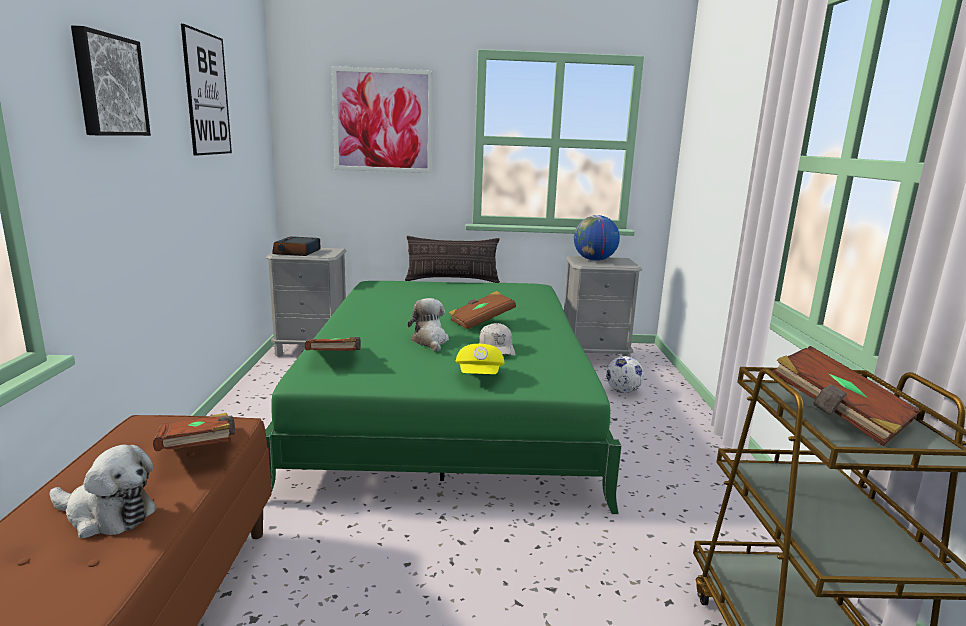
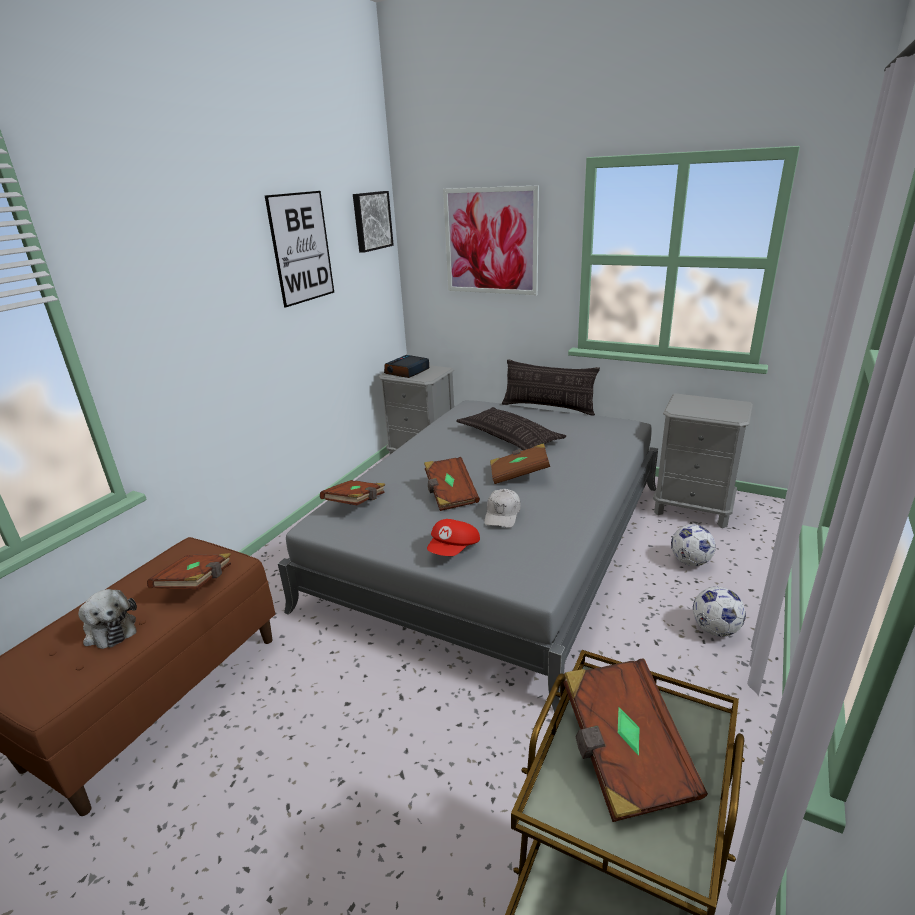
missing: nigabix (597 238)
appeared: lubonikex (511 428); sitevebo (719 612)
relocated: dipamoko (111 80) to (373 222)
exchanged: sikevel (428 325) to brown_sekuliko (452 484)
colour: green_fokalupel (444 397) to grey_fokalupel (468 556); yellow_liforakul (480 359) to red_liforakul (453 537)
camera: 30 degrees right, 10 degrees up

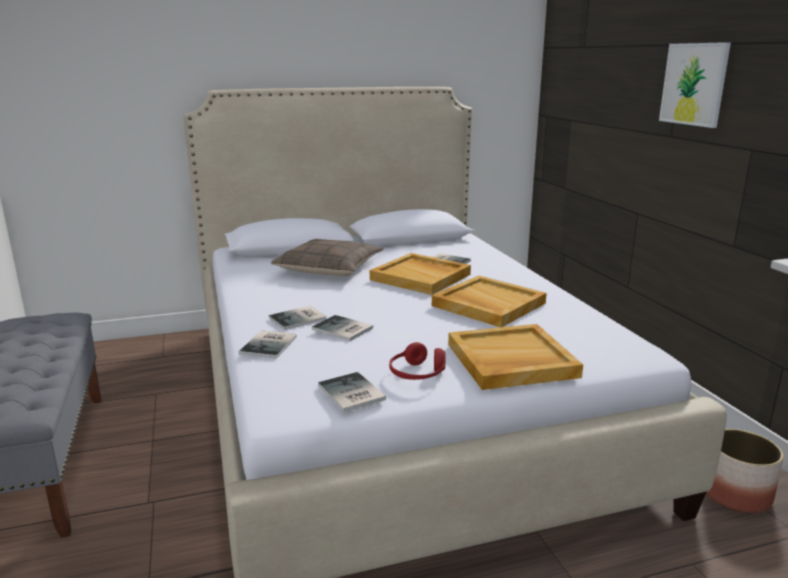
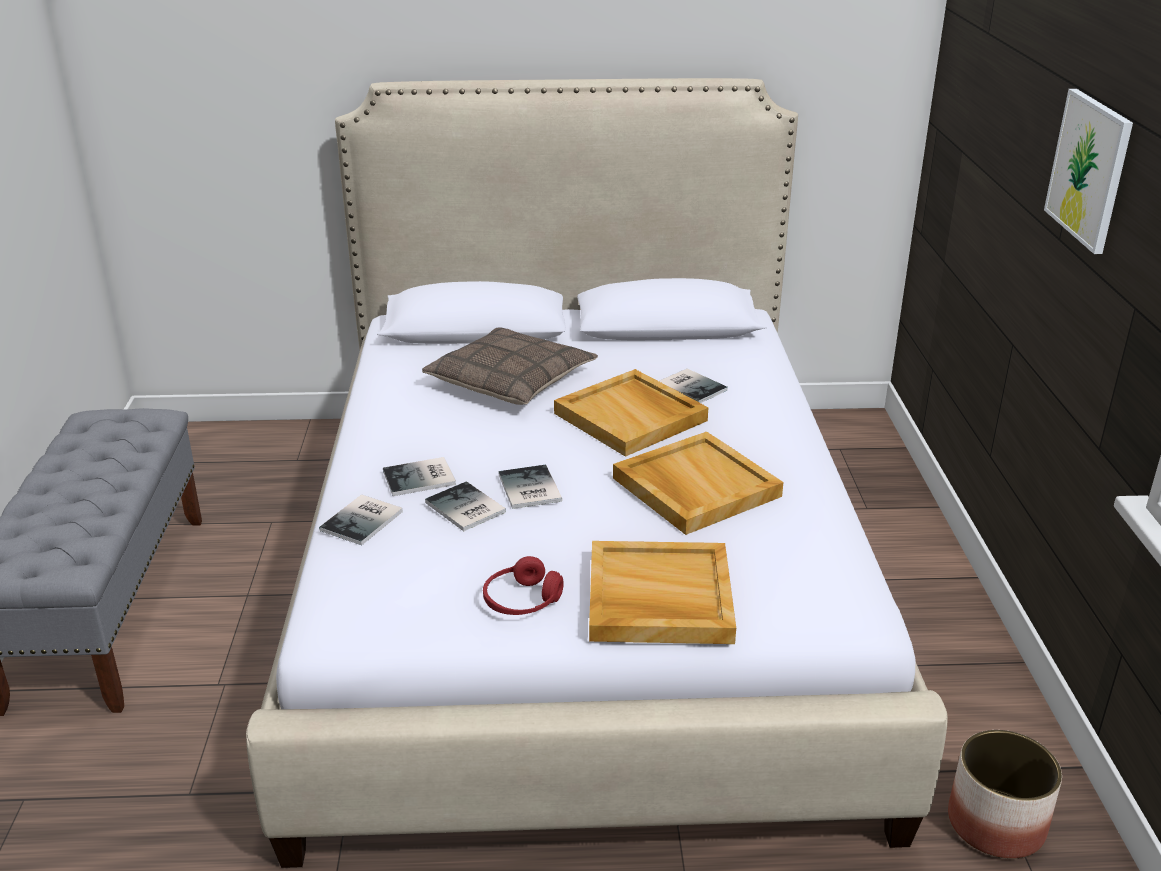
relocated: sekuliko (352 392) to (530 487)
camera: 15 degrees right, 10 degrees up

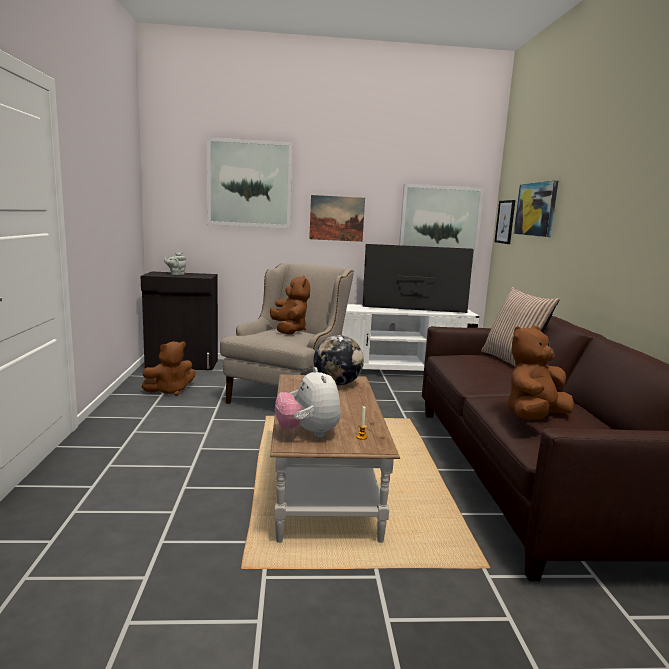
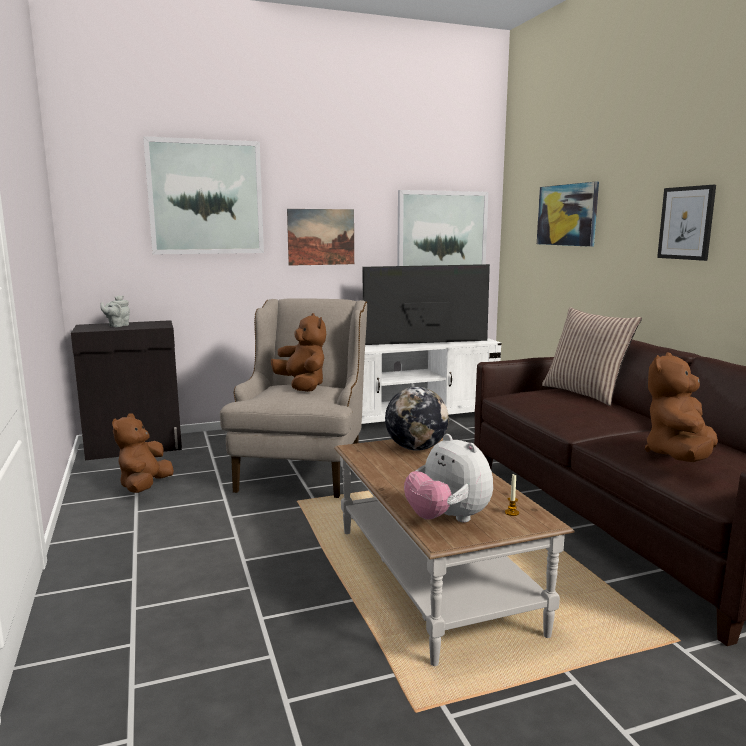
relocated: dipamoko (504 222) to (686 223)
spun: brown_sikevel (168 368) = (143 453) 150 degrees clockwise
camera: 15 degrees left, 0 degrees up

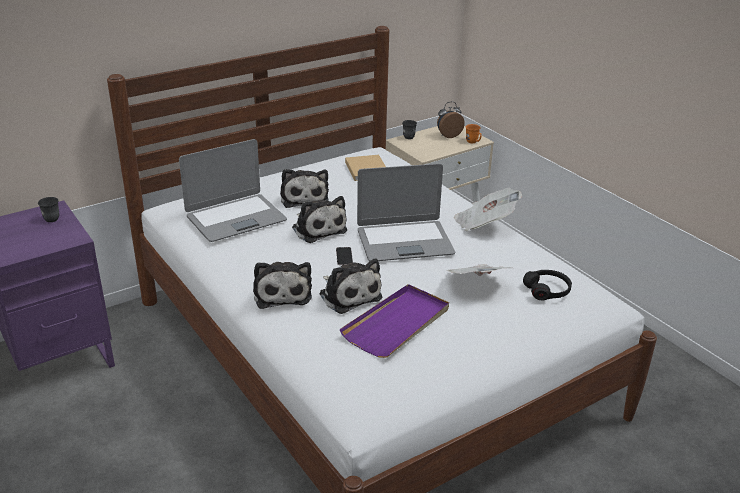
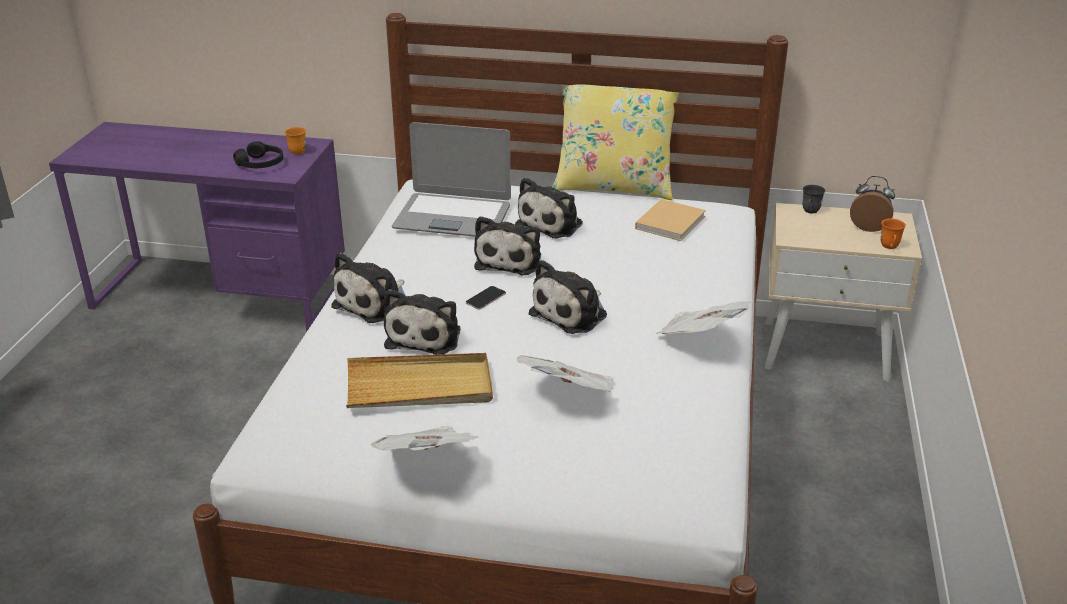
appeared: yellow_lubonikex (615 142); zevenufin (424 438)
relocated: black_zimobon (547 285) to (258 154)
exchanged: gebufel (406 212) to sikevel (568 297)
colour: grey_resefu (48 209) to orange_resefu (295 141); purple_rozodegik (394 321) to beige_rozodegik (419 380)
camera: 45 degrees right, 0 degrees up

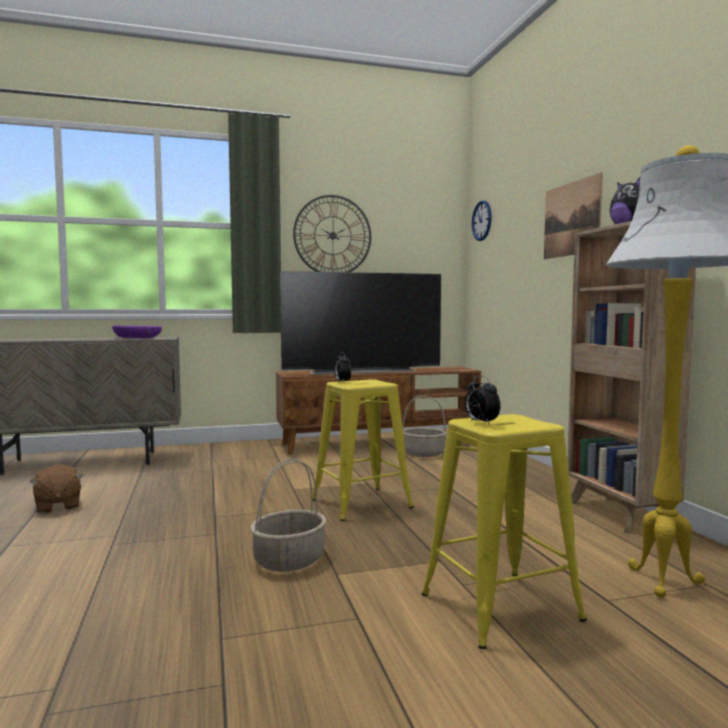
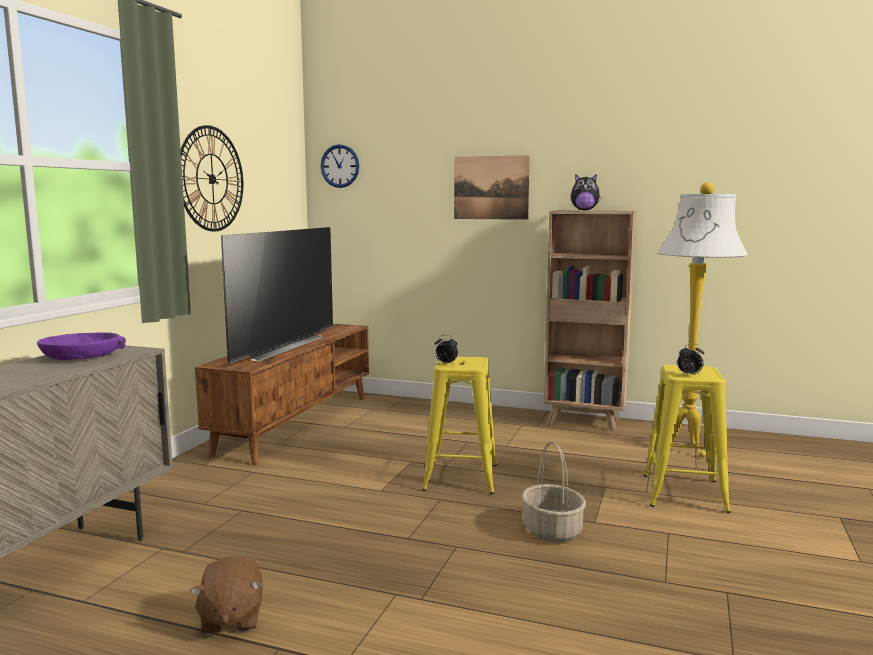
missing: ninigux (425 426)
spun: brown_sikevel (56 489) = (227 595) 75 degrees clockwise
camera: 55 degrees left, 5 degrees up

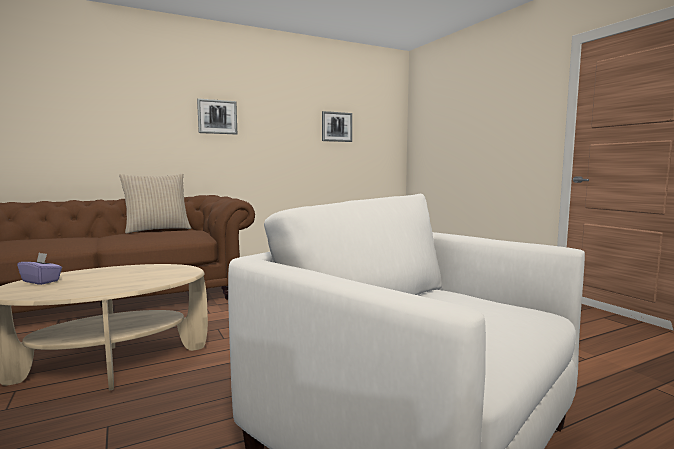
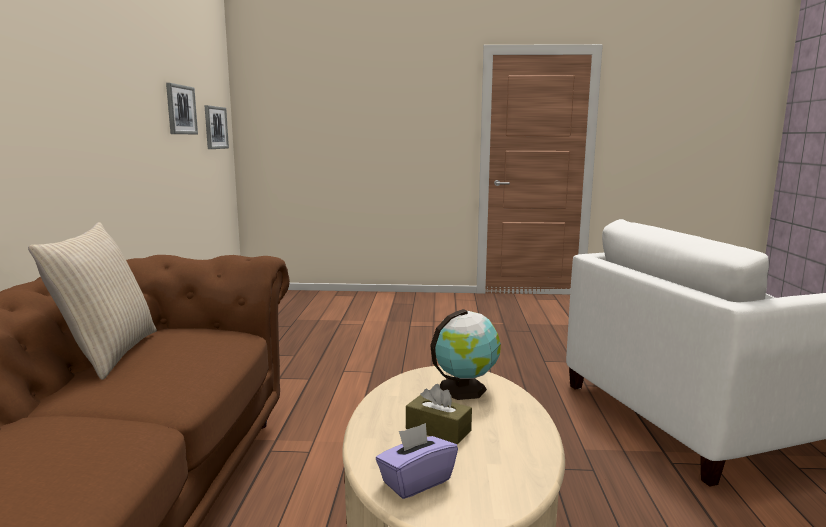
appeared: nigabix (465 354); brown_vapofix (439 414)
relocated: dipamoko (217 116) to (217 127)
camera: 60 degrees left, 5 degrees up

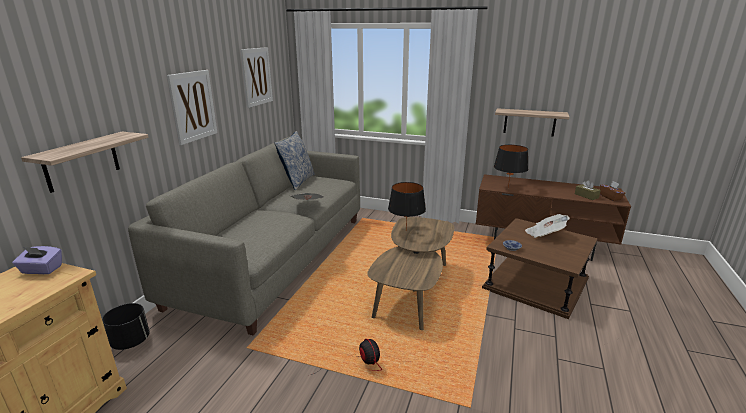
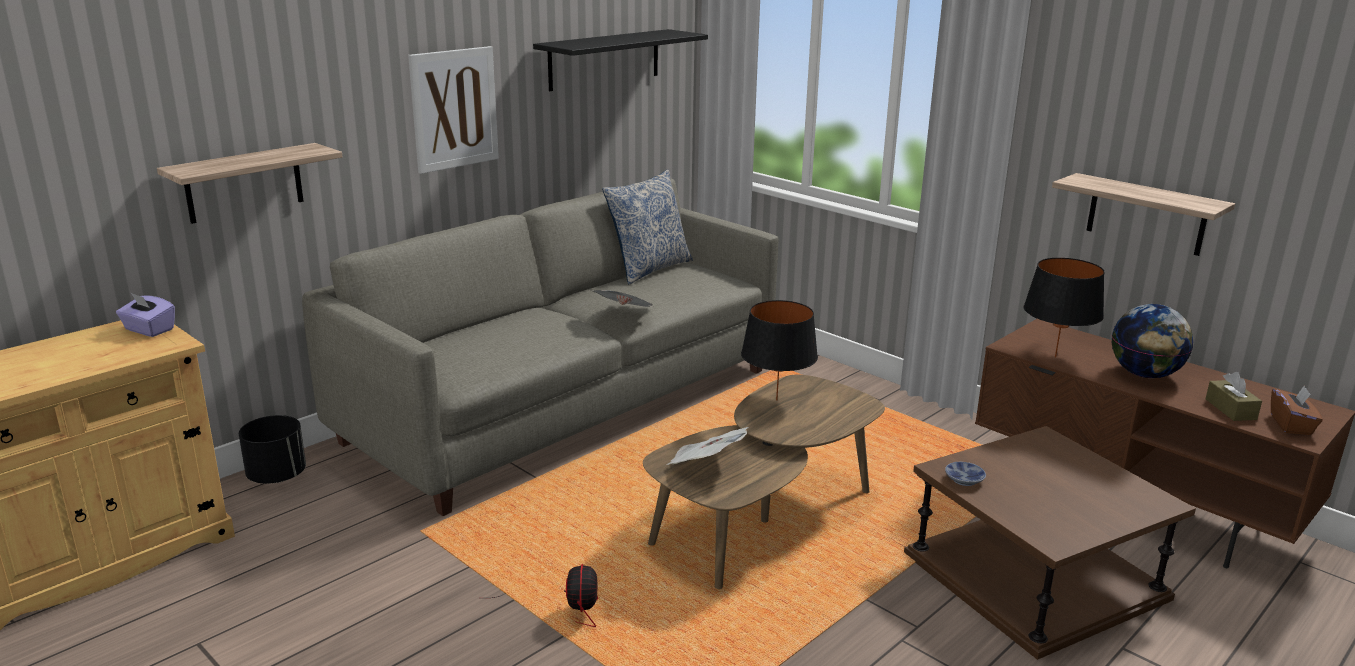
appeared: nigabix (1152 341)
relocated: zevenufin (547 226) to (708 446)
exchanged: dipamoko (256 77) to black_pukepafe (620 60)
camera: 25 degrees right, 0 degrees up

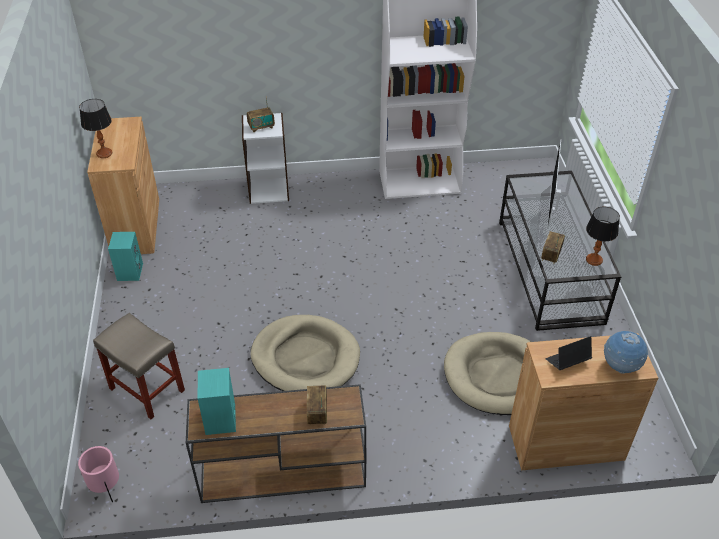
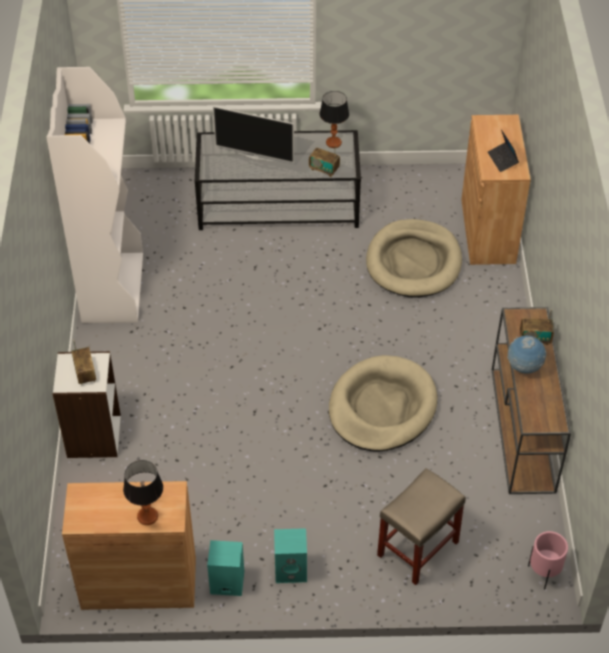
relocated: nigabix (626 352) to (526 355); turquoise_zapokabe (216 401) to (290 555)
camera: 85 degrees left, 5 degrees up

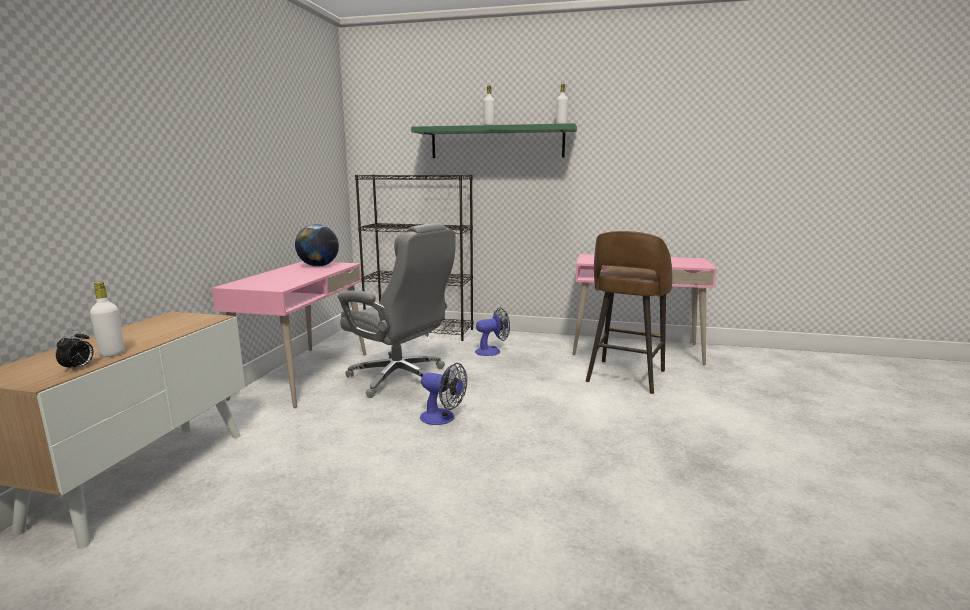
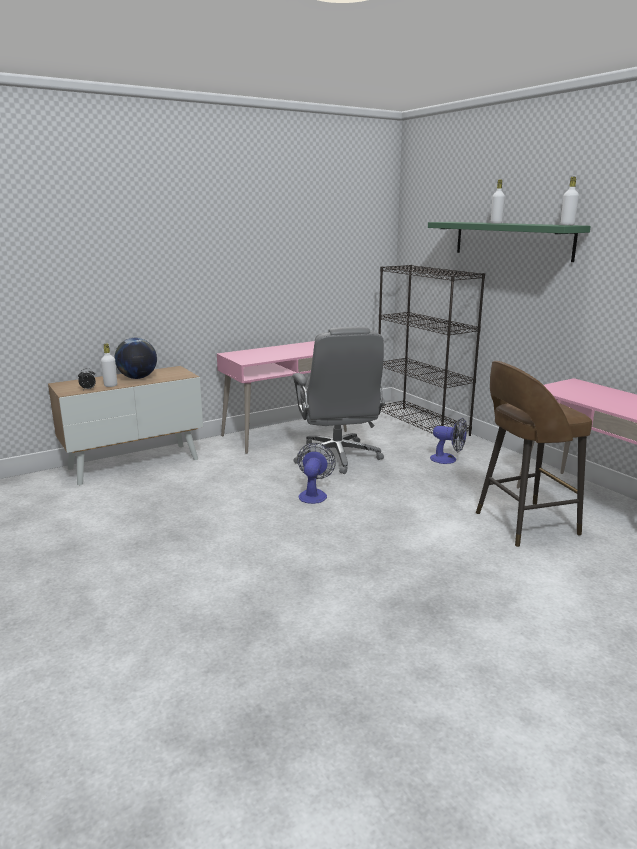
relocated: nigabix (317 245) to (136 358)
spun: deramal (443 394) = (316 473) 150 degrees counterclockwise
camera: 45 degrees right, 5 degrees up

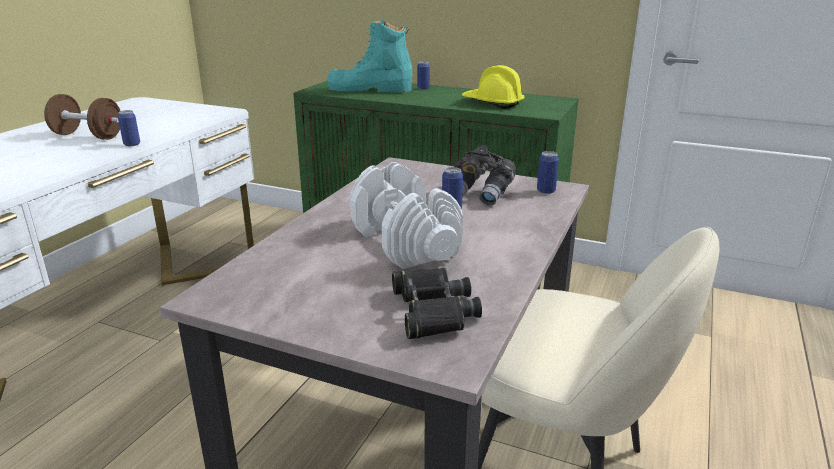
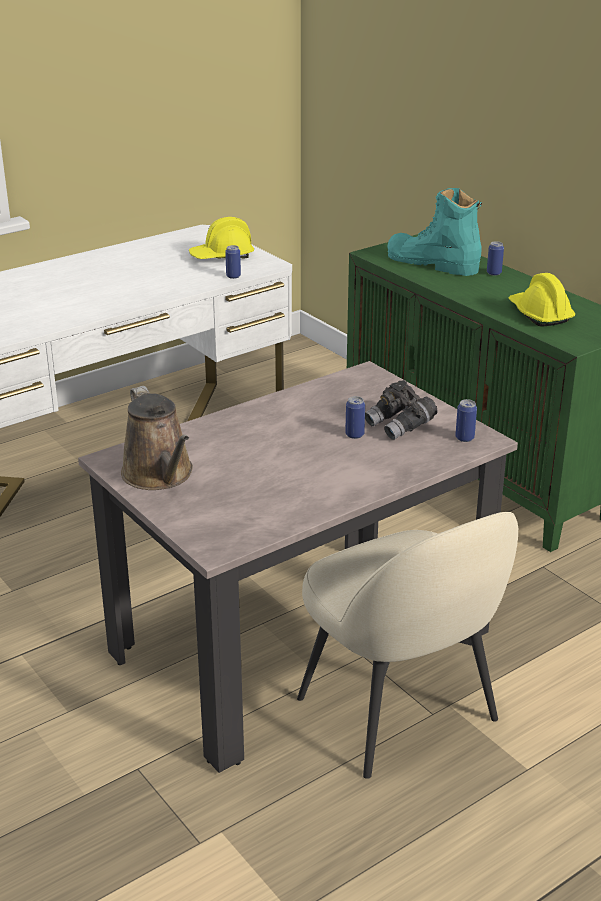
missing: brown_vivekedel (82 117); white_vivekedel (406 215); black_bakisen (437 303)
appeared: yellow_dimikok (221 238); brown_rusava (157 438)
relocated: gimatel (129 128) to (233 262)
camera: 30 degrees right, 5 degrees up

